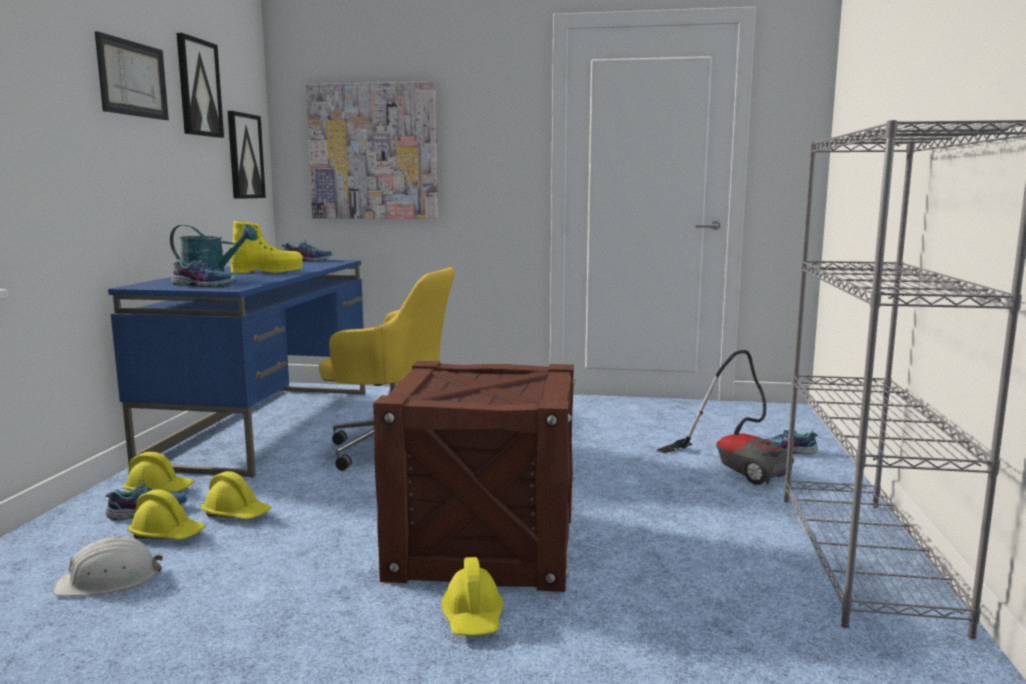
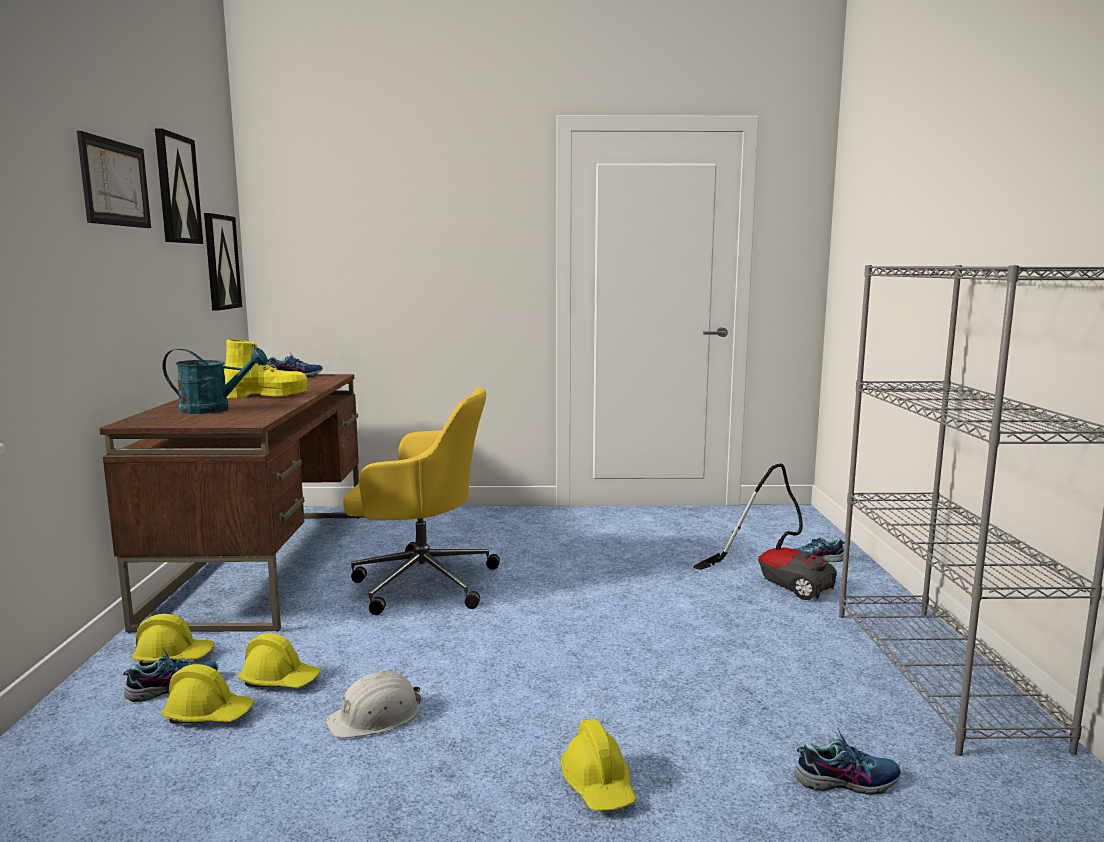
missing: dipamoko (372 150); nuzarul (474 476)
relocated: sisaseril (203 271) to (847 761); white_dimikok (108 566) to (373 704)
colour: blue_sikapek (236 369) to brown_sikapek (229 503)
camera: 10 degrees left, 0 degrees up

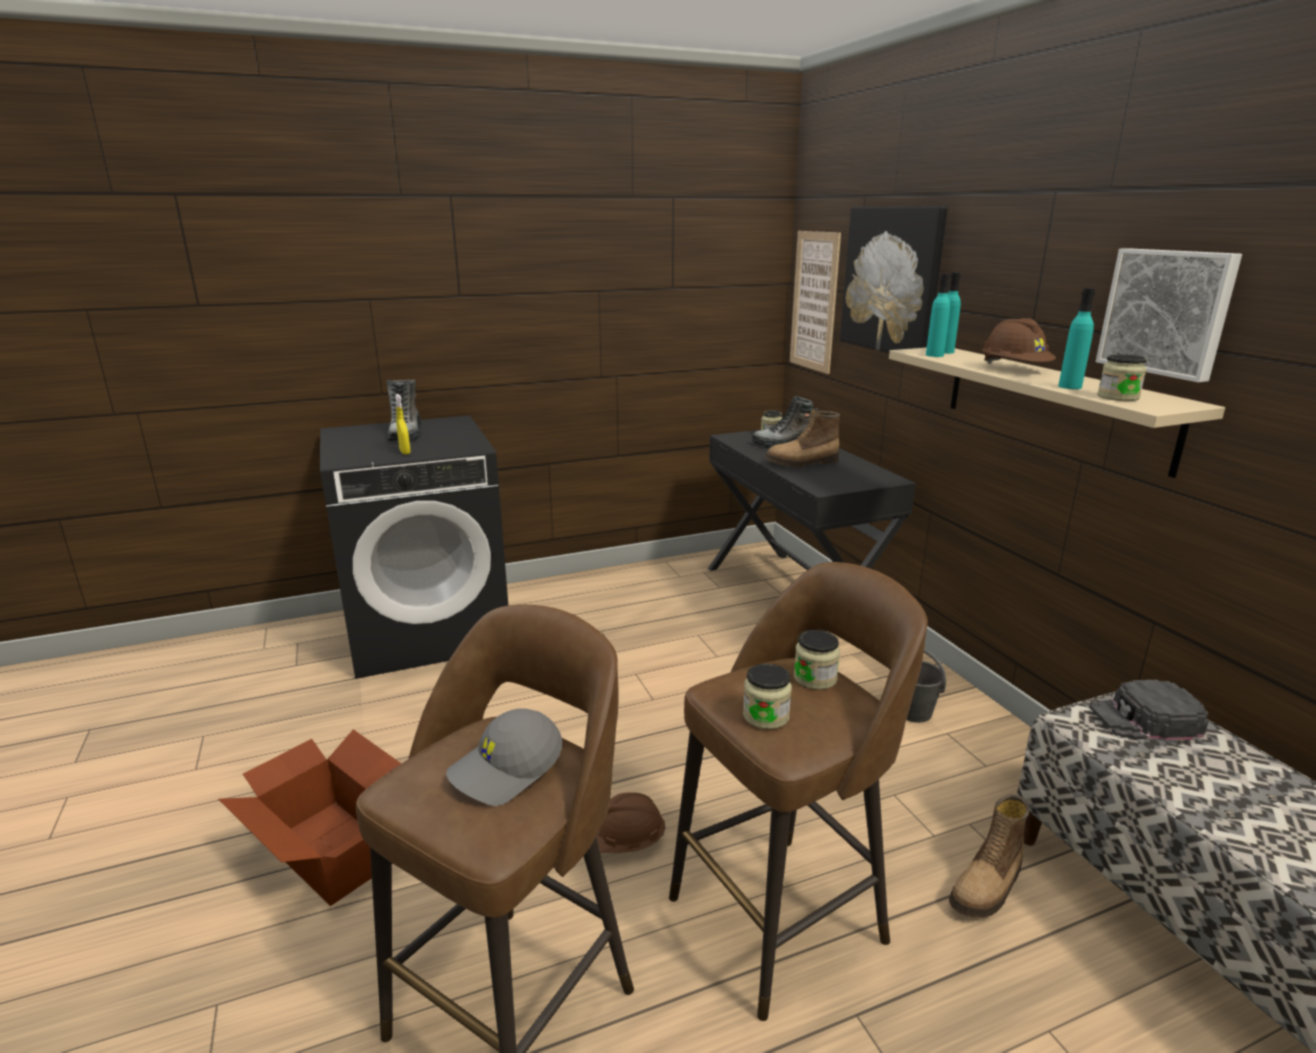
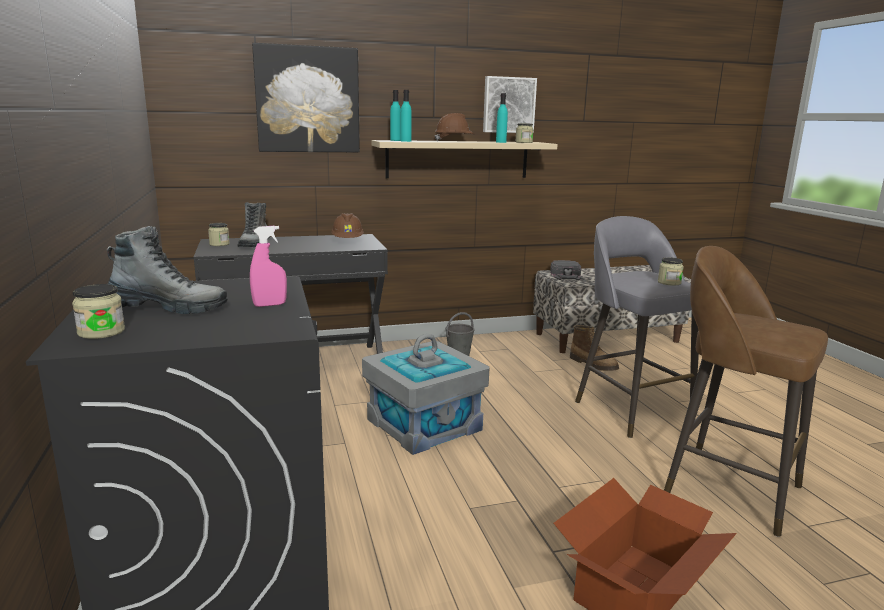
missing: dipamoko (815 302); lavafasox (802 438); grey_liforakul (504 757)
appeared: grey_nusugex (426 394)
relocated: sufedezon (817 660) to (98 311); brown_dimikok (631 822) to (347 225)
colour: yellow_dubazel (403 424) to pink_dubazel (268 266); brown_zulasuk (798 791) to grey_zulasuk (637 327)
camera: 85 degrees left, 5 degrees down

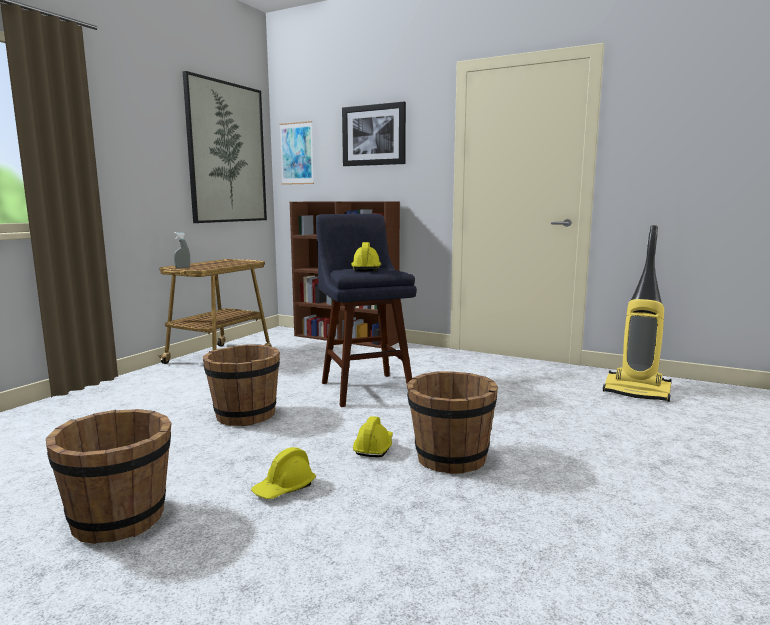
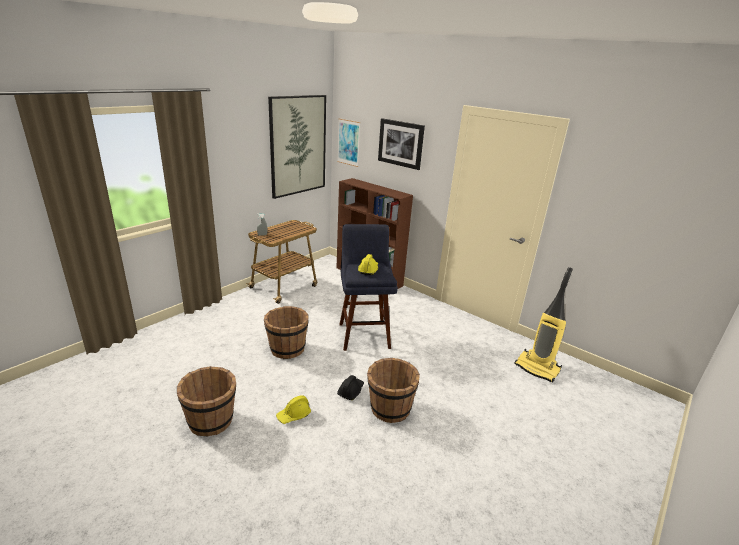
colour: yellow_dimikok (373 436) to black_dimikok (350 387)
camera: 10 degrees right, 15 degrees up

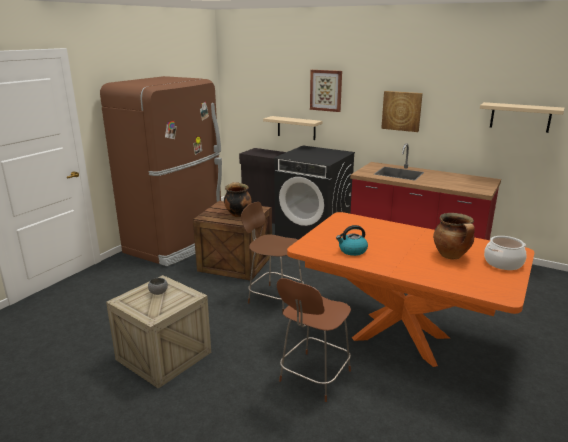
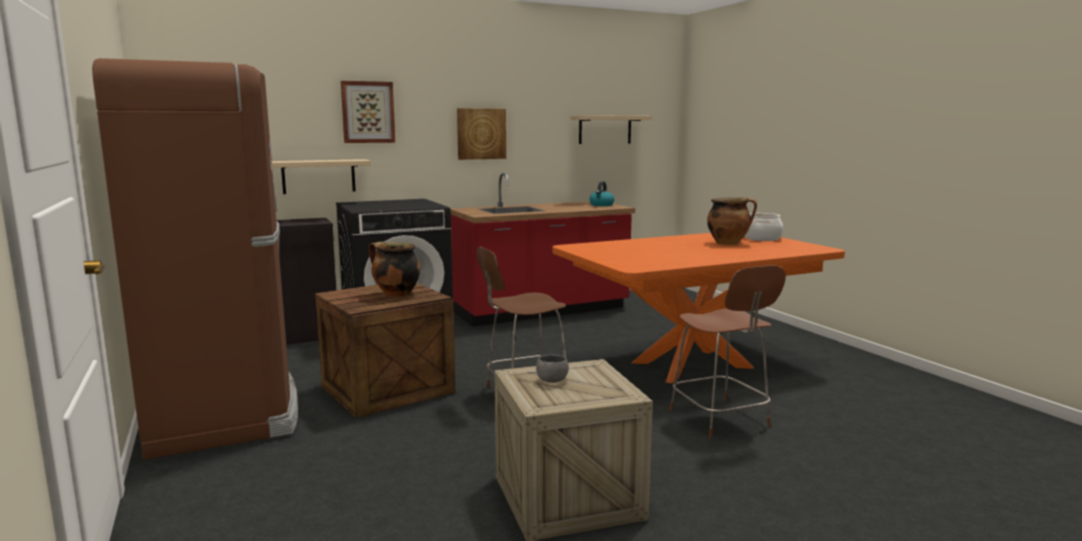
relocated: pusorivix (352 240) to (601 193)
camera: 55 degrees left, 10 degrees down

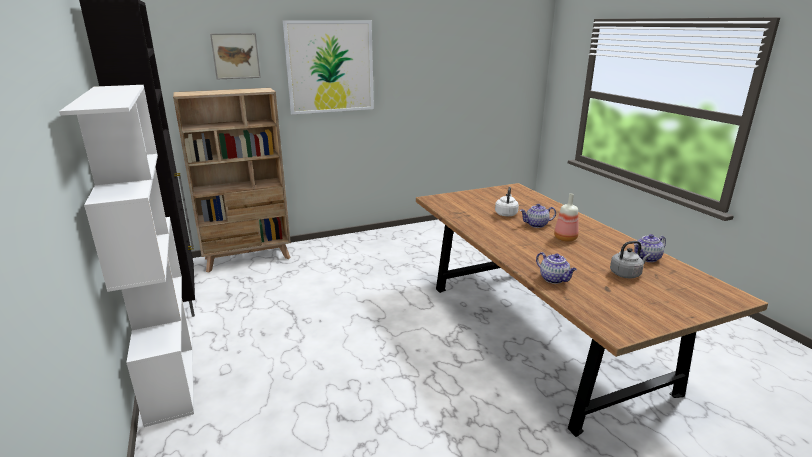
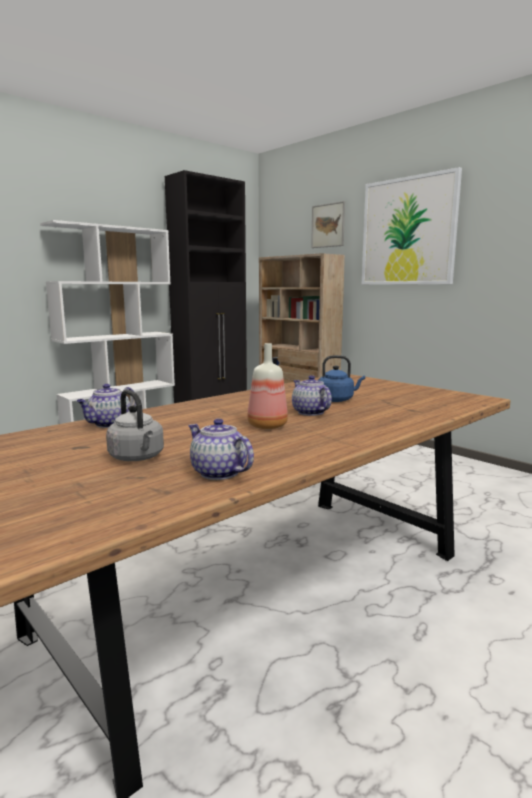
colour: white_pusorivix (507 201) to blue_pusorivix (341 378)
camera: 70 degrees right, 10 degrees down

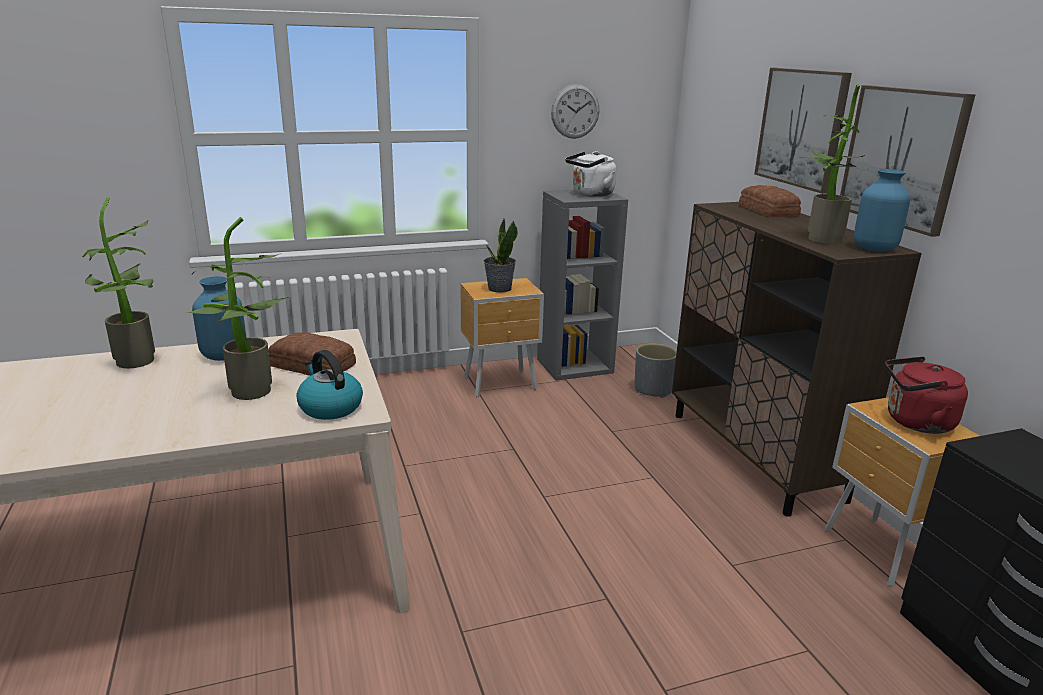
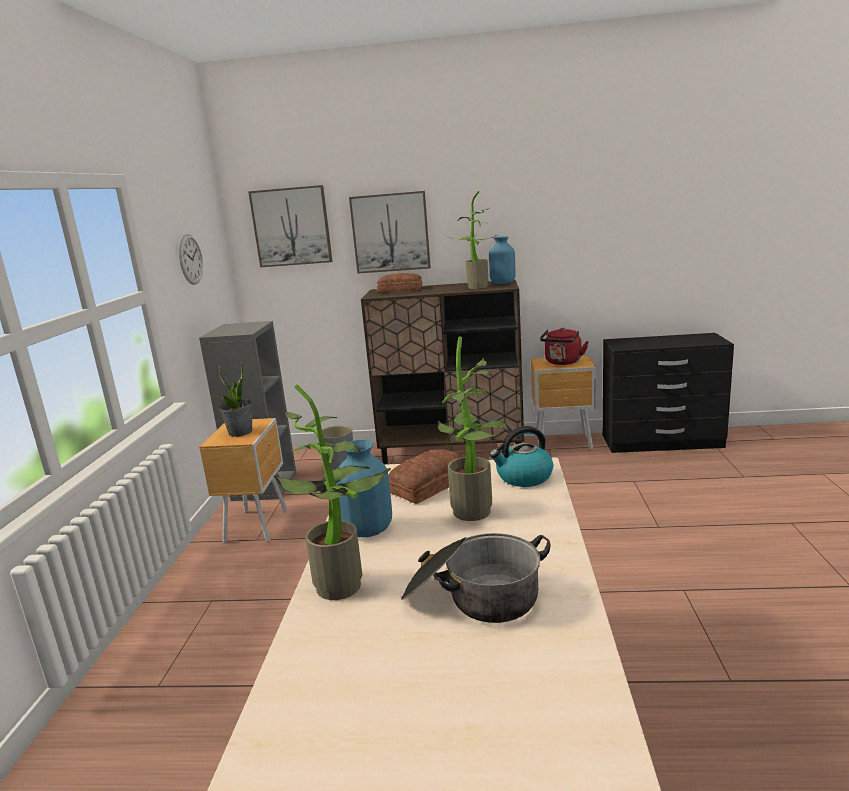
missing: white_pusorivix (590 174)
appeared: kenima (475 578)
relocated: dipamoko (907 161) to (290 226)
camera: 65 degrees left, 5 degrees down

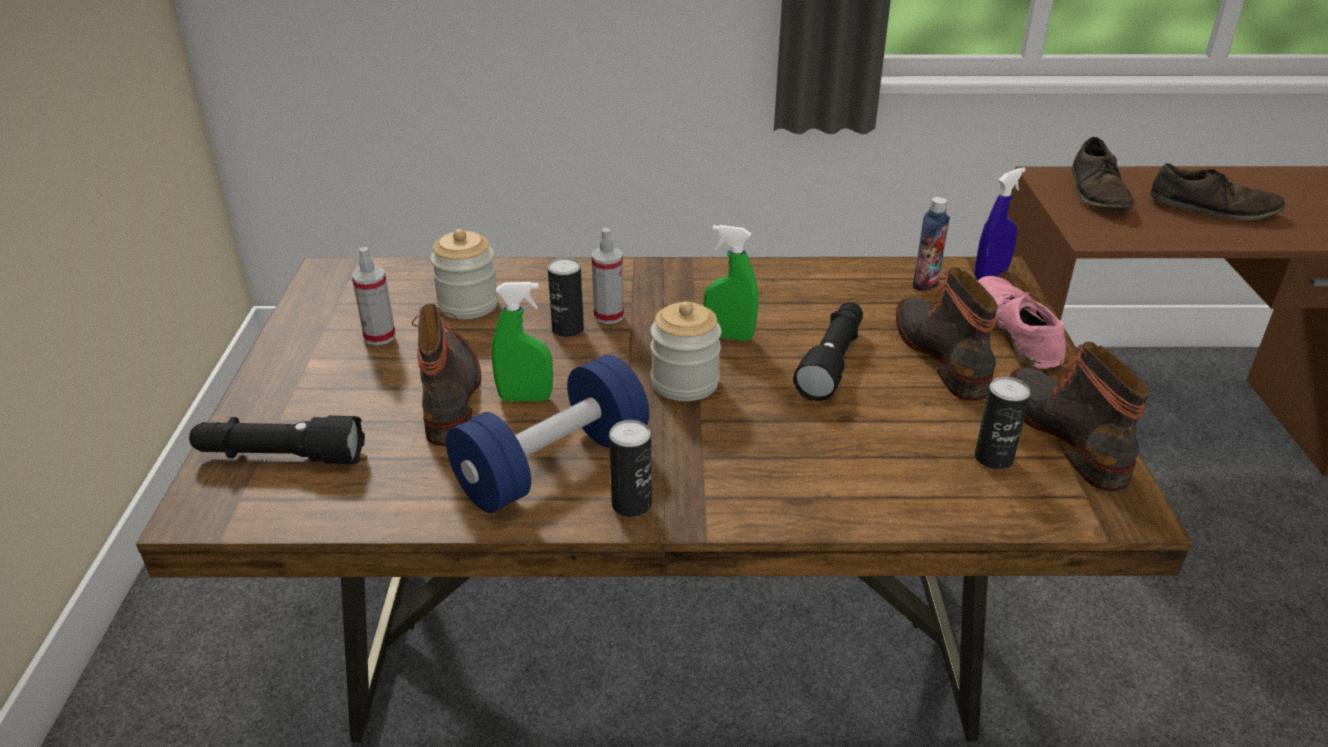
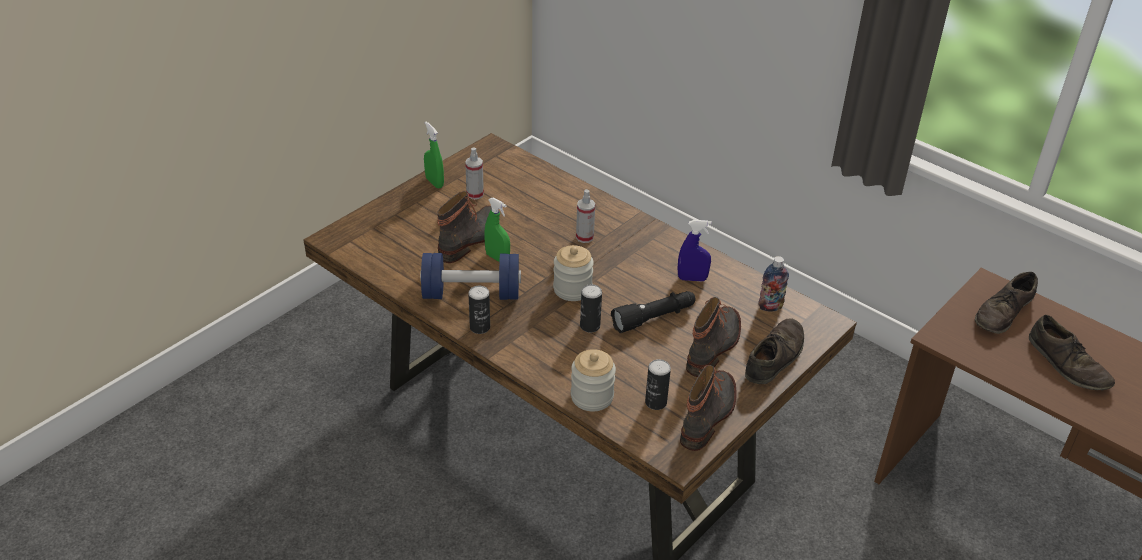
missing: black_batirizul (277 440)
relocated: blue_dubazel (1000 223) to (695 250); green_dubazel (730 283) to (434 155); sufedezon (464 274) to (593 380); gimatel (566 297) to (591 308)
colour: pink_sisaseril (1022 322) to brown_sisaseril (774 351)
camera: 40 degrees right, 5 degrees up

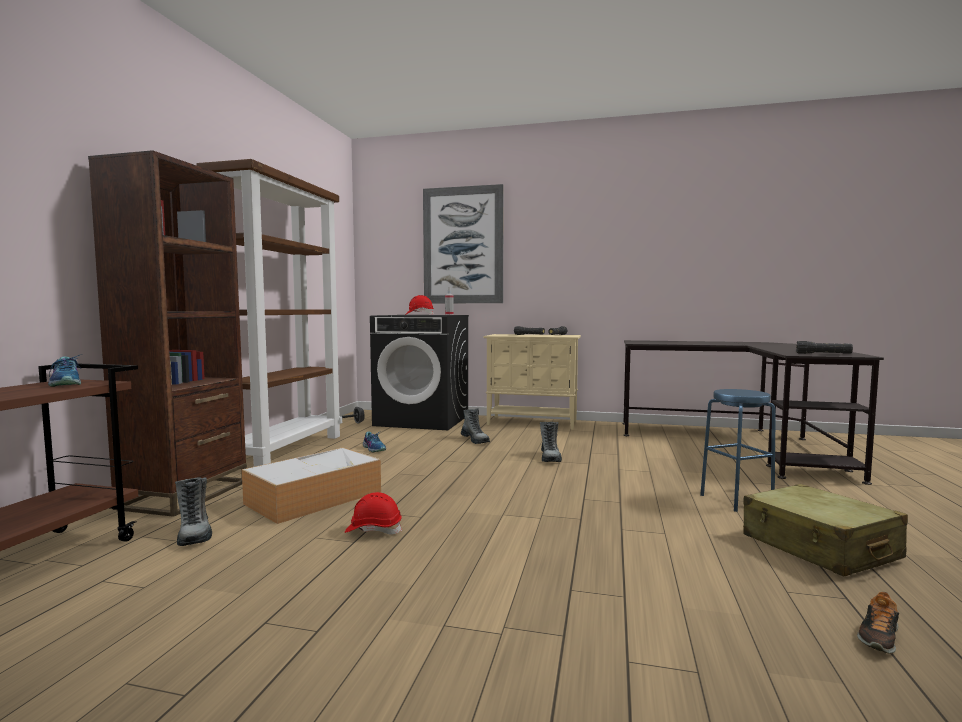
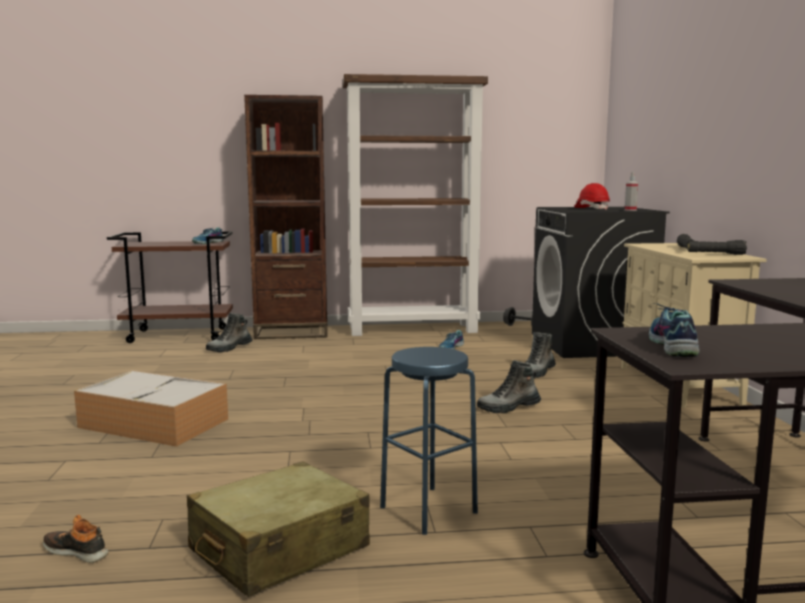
missing: dipamoko (463 243); red_dimikok (373 513)
relocated: nusugex (311 485) to (151 408)
exchanged: black_batirizul (824 347) to sisaseril (674 330)
camera: 70 degrees right, 5 degrees up

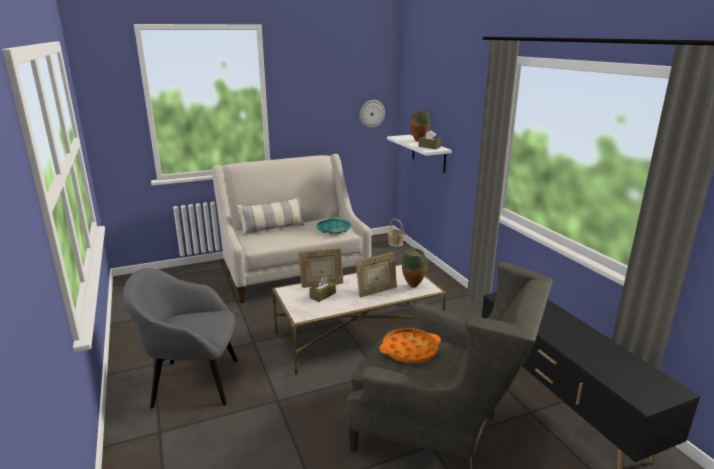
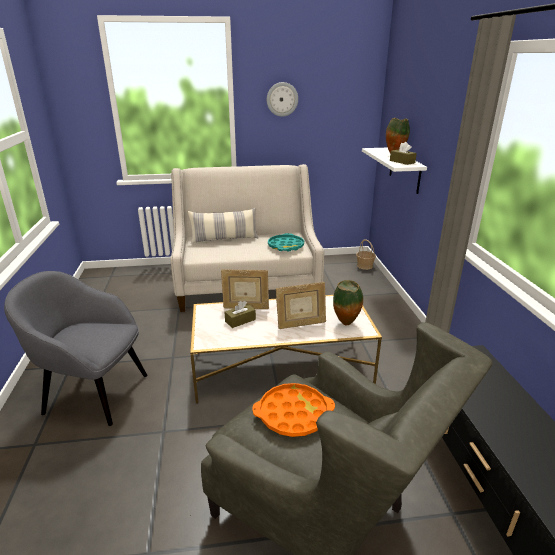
relocated: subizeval (372 114) to (282 99)
camera: 15 degrees right, 5 degrees up

